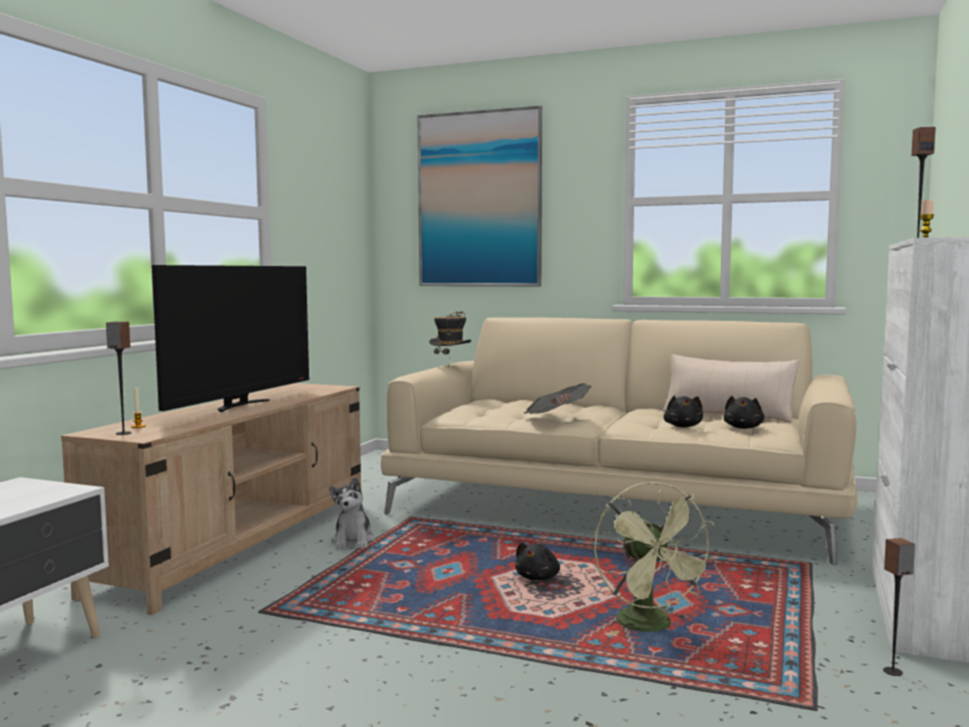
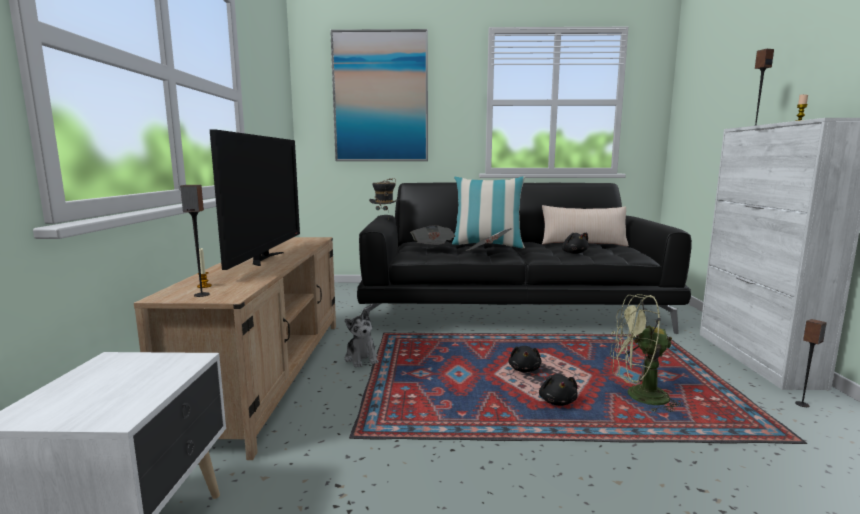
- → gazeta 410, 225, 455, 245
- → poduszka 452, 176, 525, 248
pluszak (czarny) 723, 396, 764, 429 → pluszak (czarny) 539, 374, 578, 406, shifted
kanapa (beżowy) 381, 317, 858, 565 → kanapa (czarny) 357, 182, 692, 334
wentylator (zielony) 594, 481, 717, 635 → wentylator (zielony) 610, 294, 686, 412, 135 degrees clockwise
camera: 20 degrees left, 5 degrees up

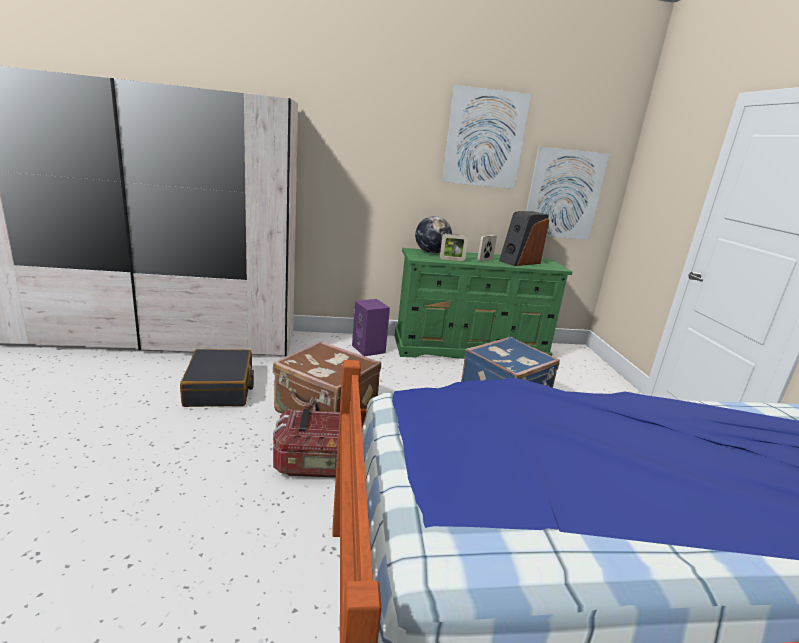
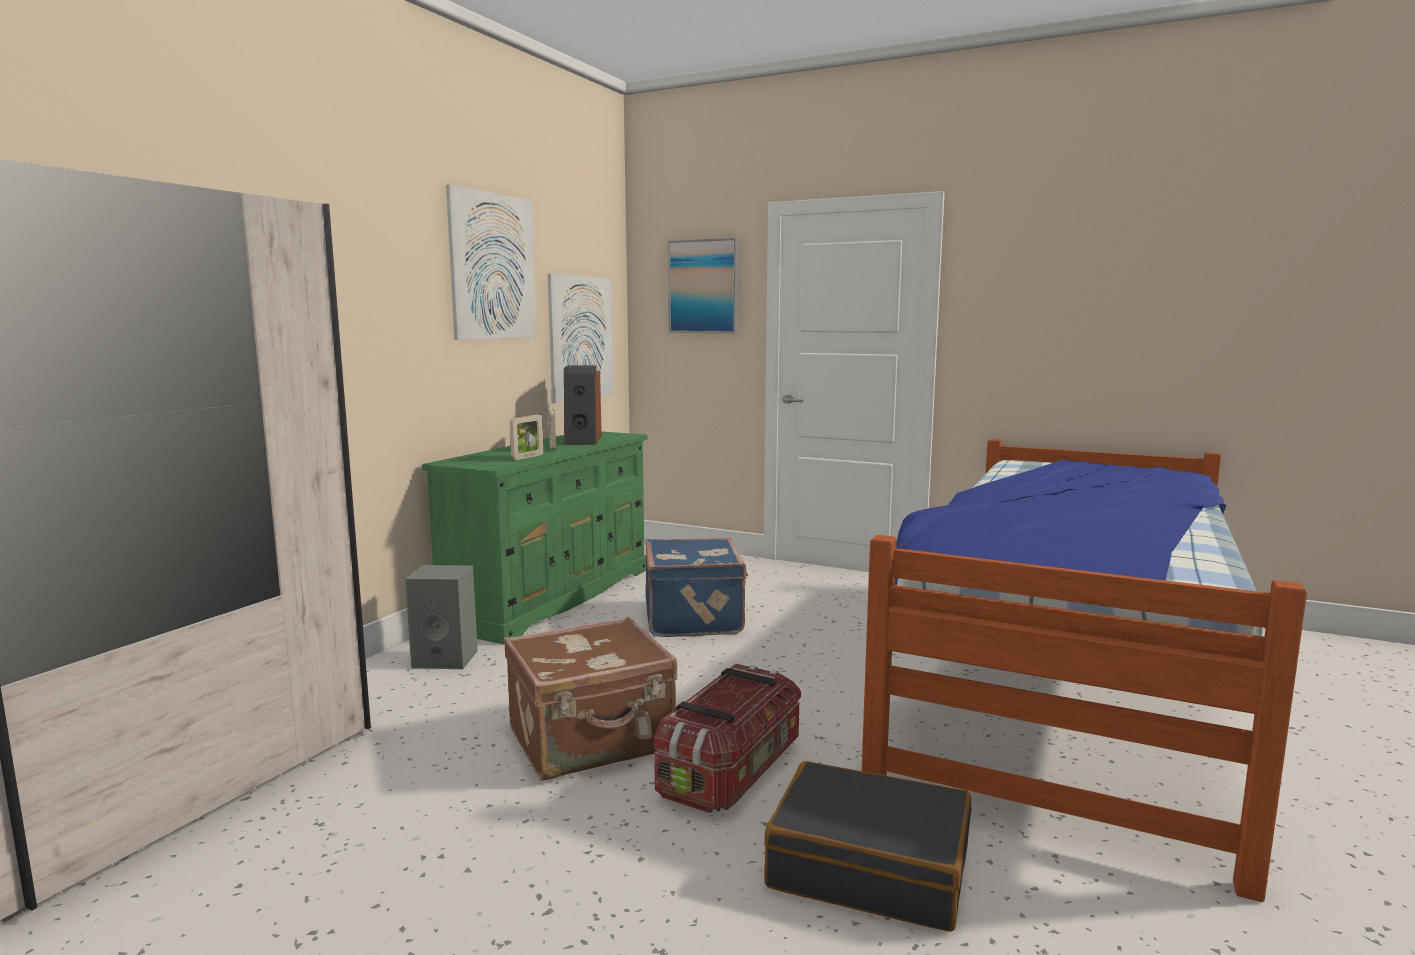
globus 415, 216, 452, 254 → -
- → obraz 668, 238, 738, 333
walizka (czarny) 180, 349, 254, 407 → walizka (czarny) 764, 761, 971, 932, shifted
głośnik (fioletowy) 352, 299, 390, 356 → głośnik (szary) 405, 565, 478, 669
camera: 55 degrees left, 10 degrees down

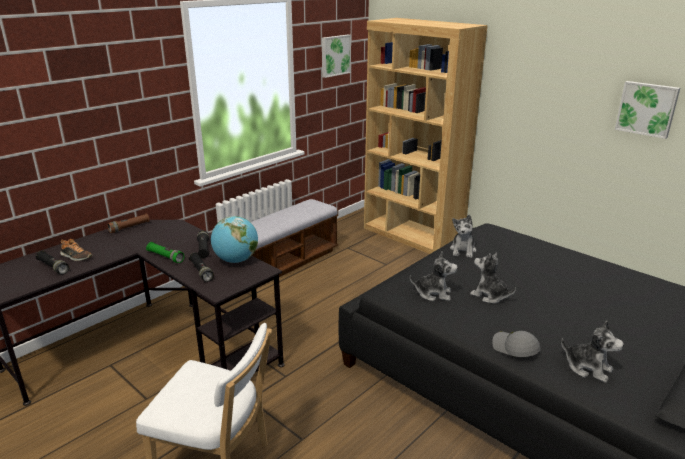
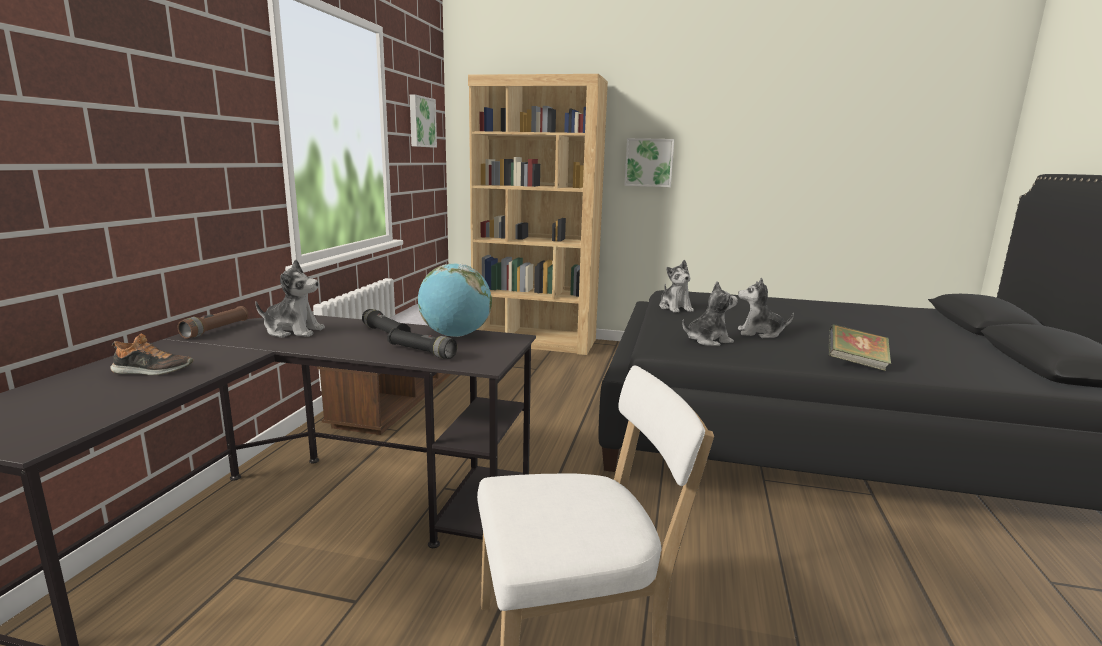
latarka (czarny) 35, 251, 69, 274 → -
latarka (zielony) 146, 242, 184, 263 → -
pluszak 561, 321, 624, 383 → pluszak 255, 260, 325, 338, shifted
obraz 615, 81, 680, 139 → obraz 624, 138, 674, 187, shifted
czapka z daszkiem (szary) 492, 331, 541, 357 → książka 829, 324, 891, 371
camera: 30 degrees left, 10 degrees down

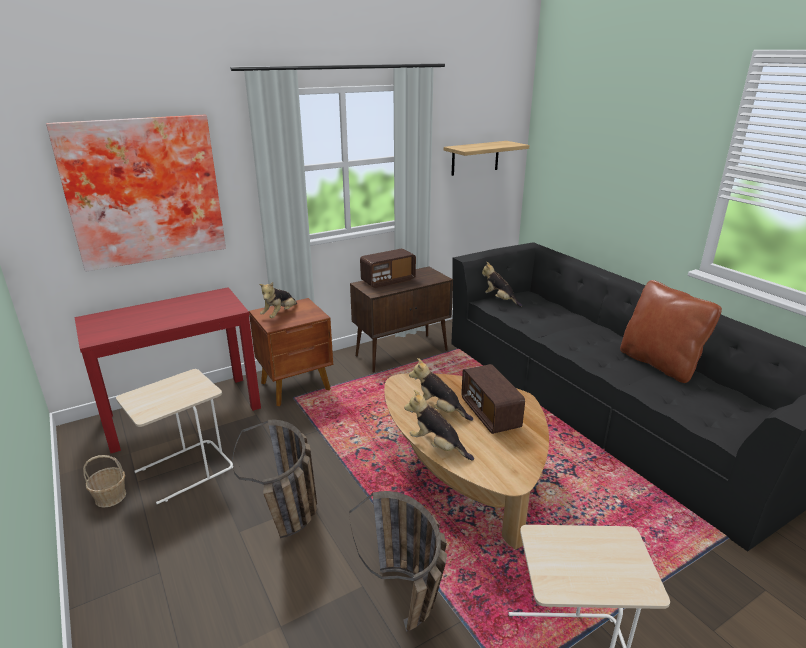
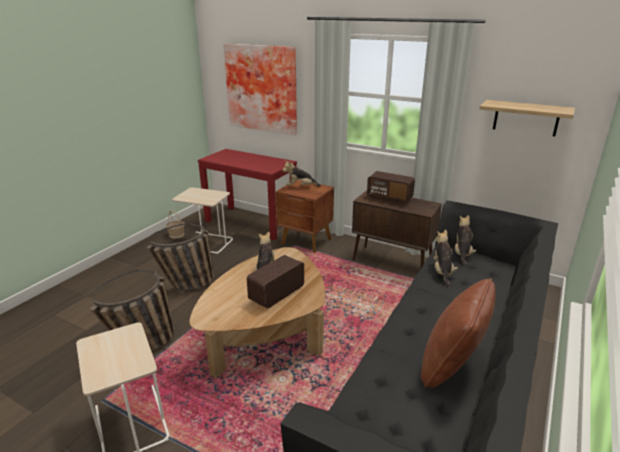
pluszak 404, 389, 474, 461 → pluszak 434, 229, 458, 288, shifted
camera: 60 degrees right, 0 degrees up

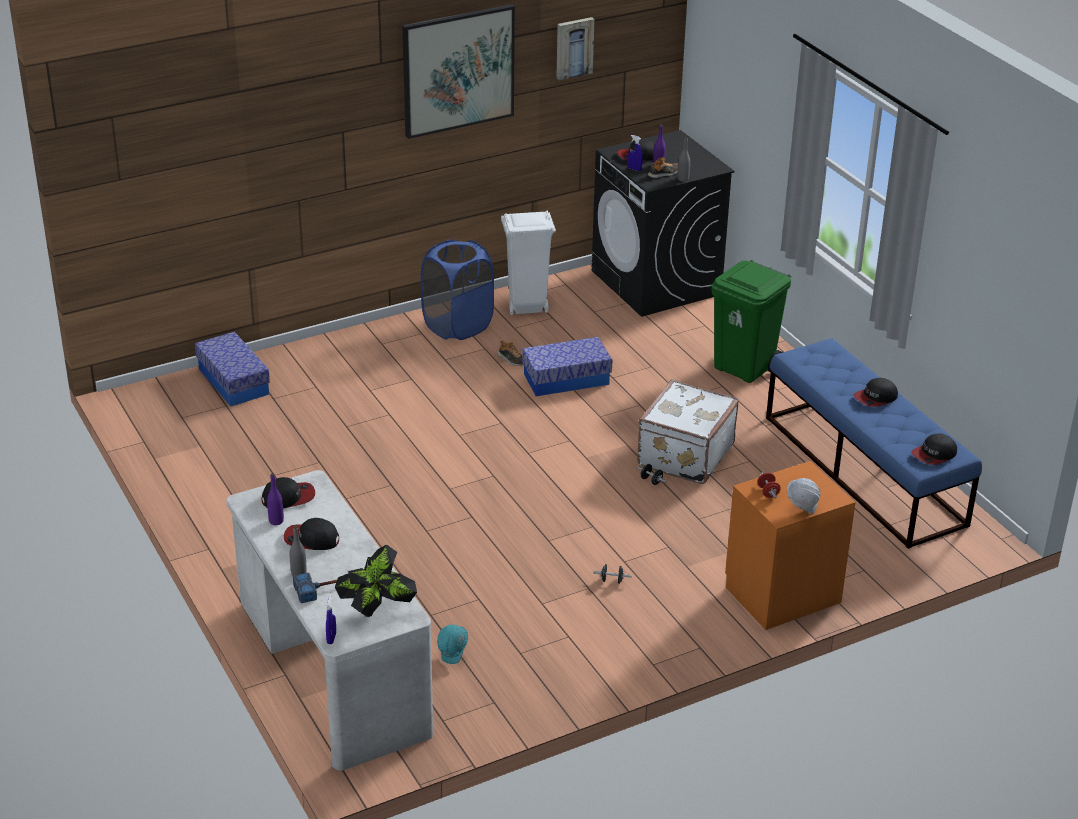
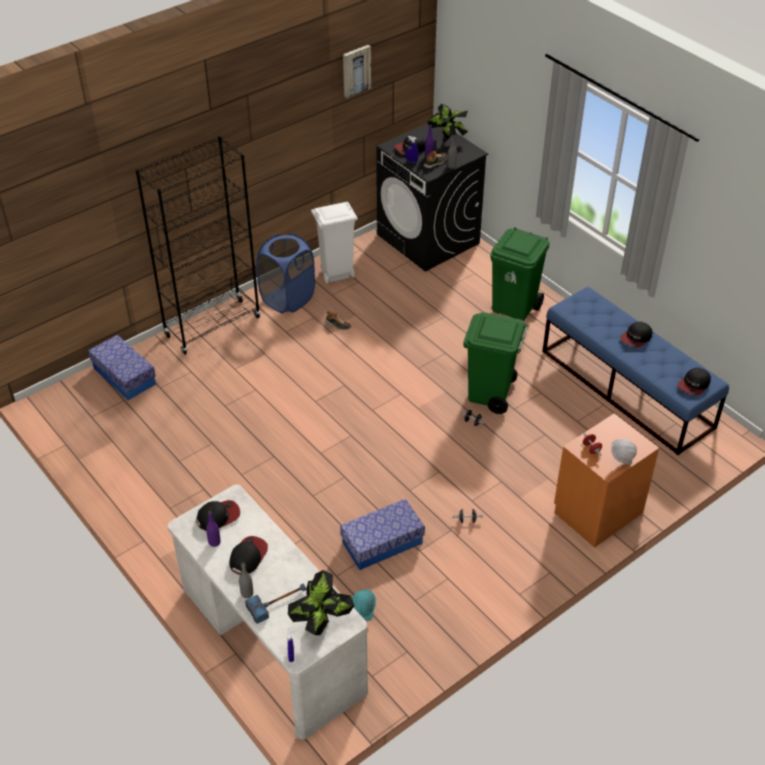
obraz 402, 4, 515, 139 → -
- → regał (czarny) 135, 136, 260, 355
- → roślina doniczkowa 427, 104, 468, 140
pojemnik do przechowywania 522, 337, 612, 396 → pojemnik do przechowywania 340, 499, 425, 570, shifted
walizka (biały) 637, 379, 739, 484 → kosz na śmieci (zielony) 463, 312, 529, 414
czapka z daszkiem 284, 518, 339, 550 → czapka z daszkiem 229, 536, 268, 575, 120 degrees clockwise
camera: 10 degrees left, 10 degrees up

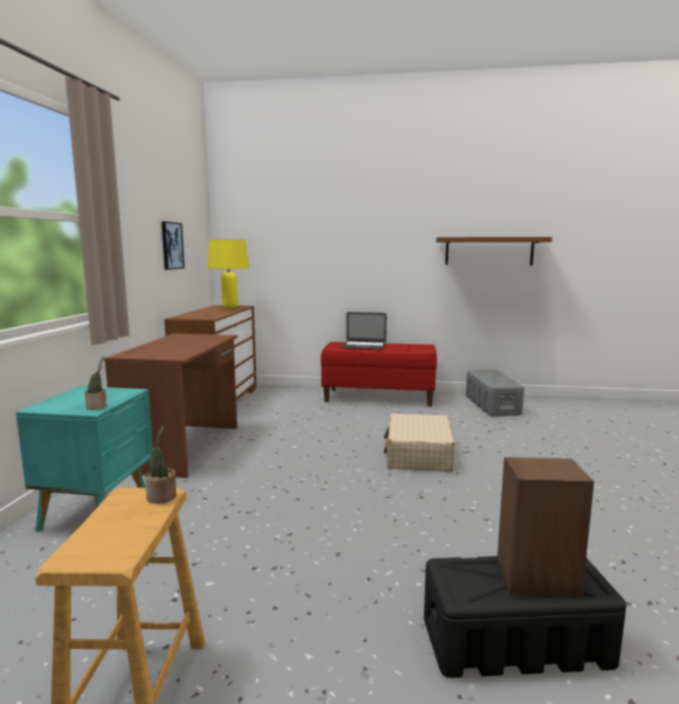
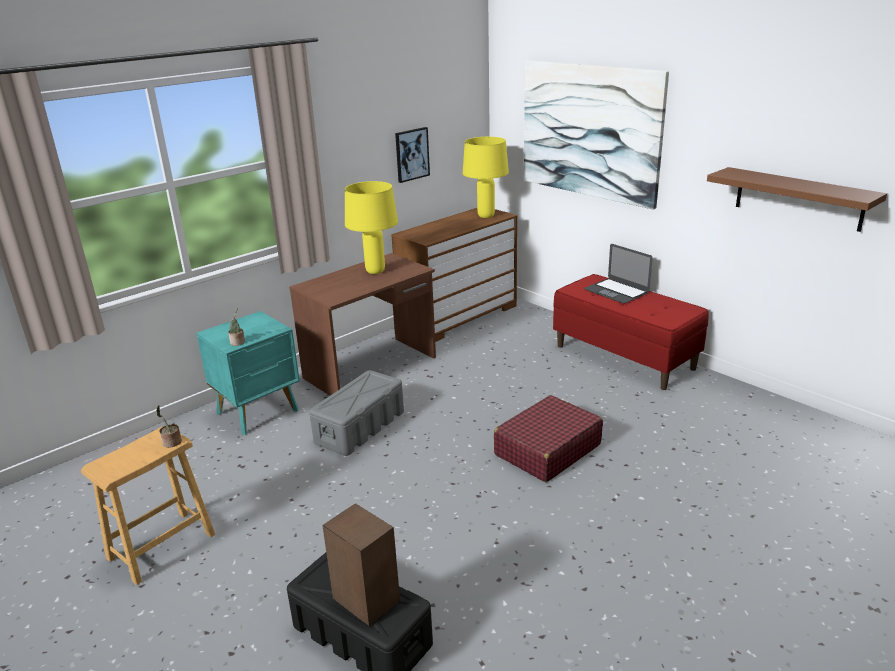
- → lampa stołowa (żółty) 345, 181, 398, 274
- → obraz 524, 60, 669, 210
pojemnik do przechowywania (szary) 466, 370, 524, 416 → pojemnik do przechowywania (szary) 309, 370, 404, 456, shifted
walizka (beżowy) 384, 414, 455, 472 → walizka (czerwony) 494, 395, 603, 482
camera: 40 degrees right, 15 degrees up

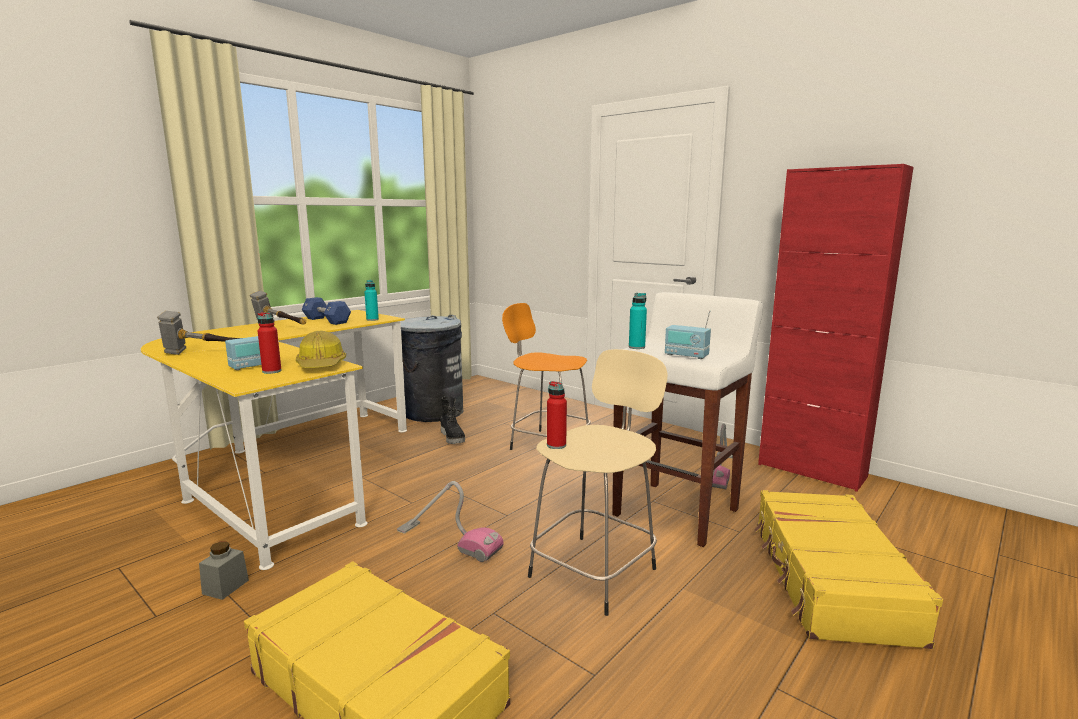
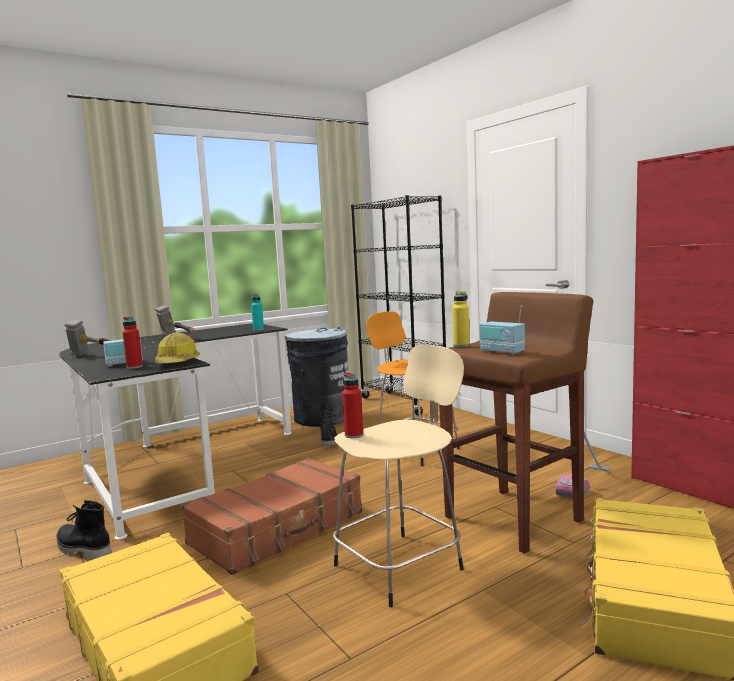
hantel (niebieski) 301, 297, 351, 325 → -
- → regał (czarny) 351, 195, 446, 416
słoik (szary) 199, 541, 249, 600 → but z cholewką (czarny) 57, 500, 111, 560
odkurzacz 397, 481, 504, 562 → walizka (brązowy) 181, 458, 362, 575
biurko (żółty) 141, 310, 407, 570 → biurko (czarny) 59, 323, 292, 540
stołek (biały) 613, 292, 763, 547 → stołek (brązowy) 439, 292, 593, 554
butelka (turkusowy) 629, 293, 647, 349 → butelka (żółty) 452, 291, 470, 347
camera: 15 degrees right, 5 degrees down

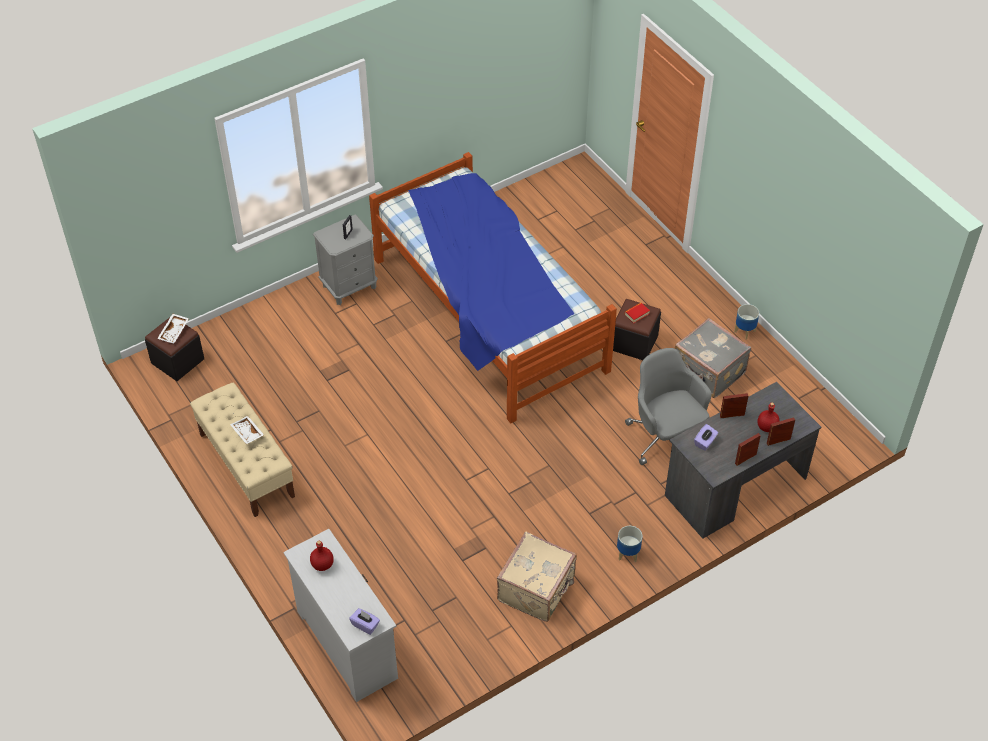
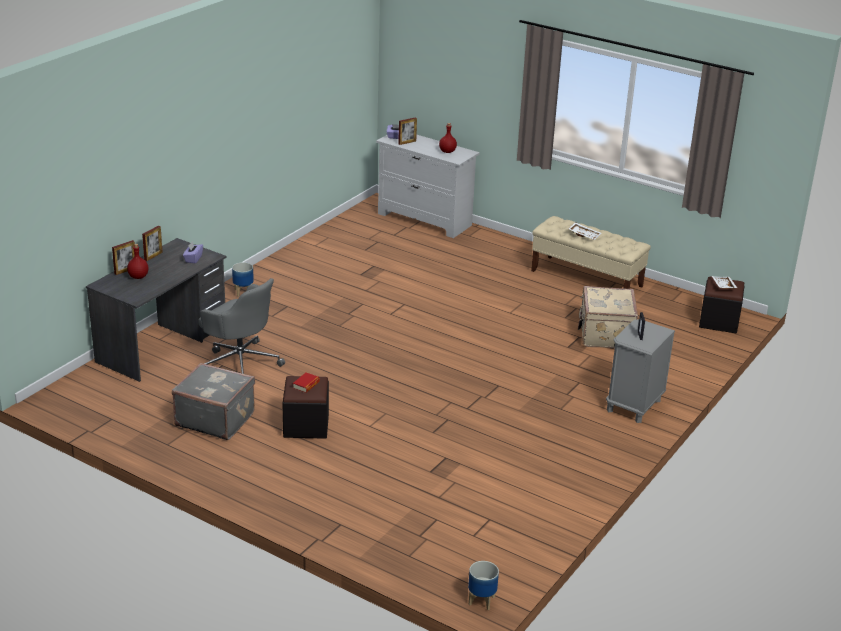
łóżko 369, 152, 617, 423 → -
walizka (beżowy) 497, 532, 577, 622 → walizka (beżowy) 578, 286, 638, 348, shifted
ramka na zdjęcie 720, 393, 748, 418 → ramka na zdjęcie 398, 117, 417, 145, shifted
donica 734, 304, 759, 340 → donica 468, 561, 499, 610, shifted
camera: 155 degrees right, 20 degrees down

